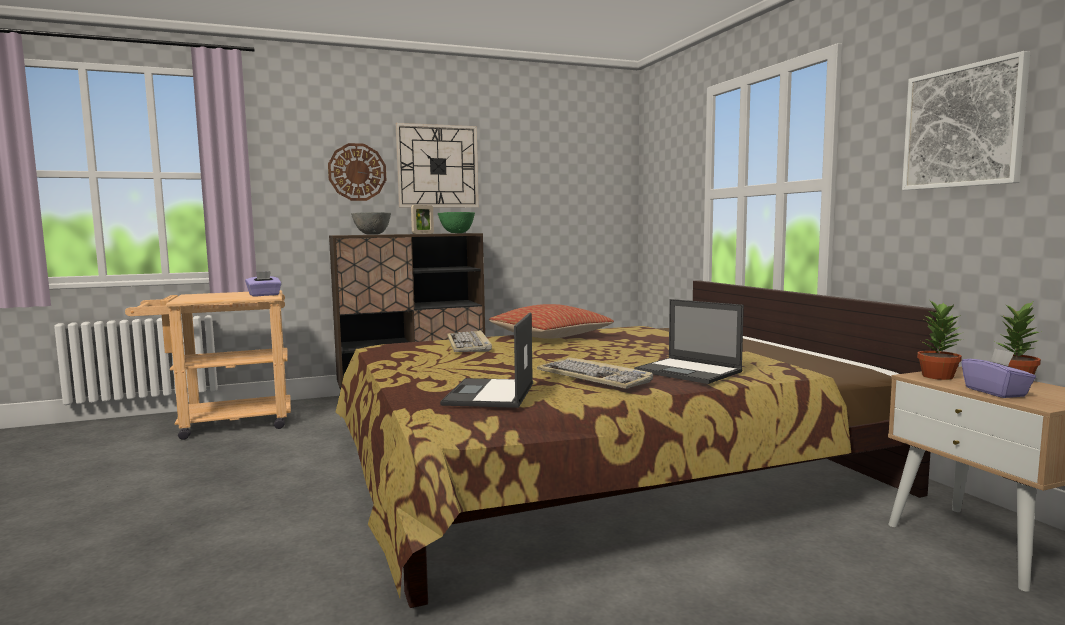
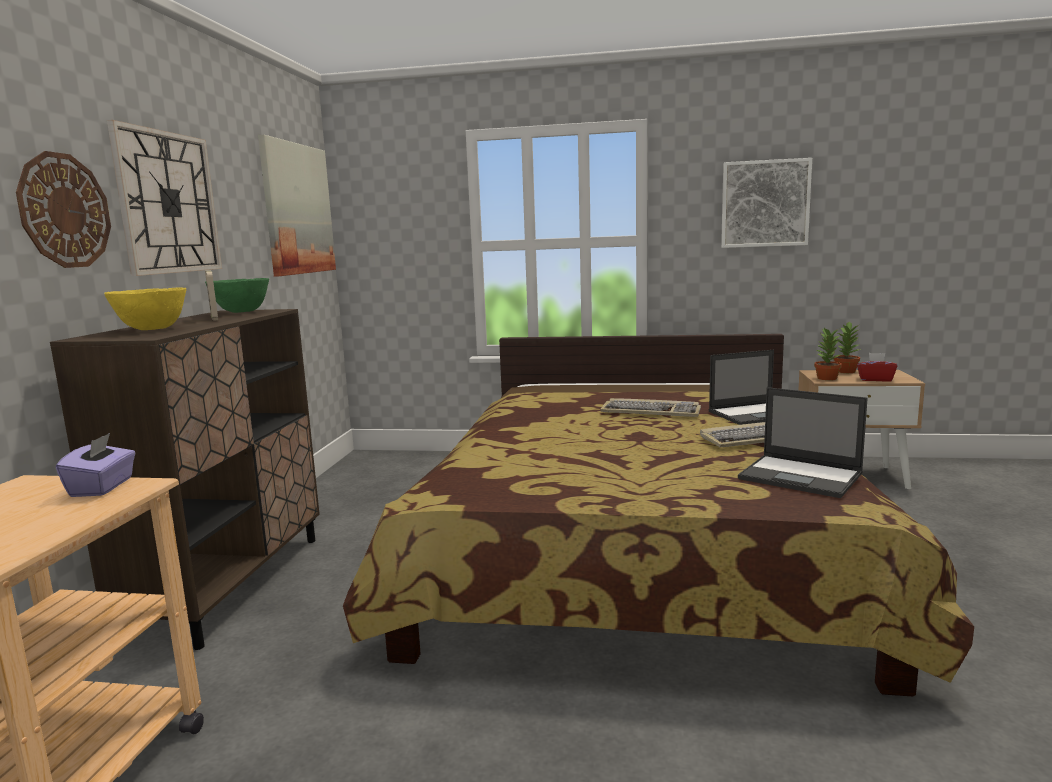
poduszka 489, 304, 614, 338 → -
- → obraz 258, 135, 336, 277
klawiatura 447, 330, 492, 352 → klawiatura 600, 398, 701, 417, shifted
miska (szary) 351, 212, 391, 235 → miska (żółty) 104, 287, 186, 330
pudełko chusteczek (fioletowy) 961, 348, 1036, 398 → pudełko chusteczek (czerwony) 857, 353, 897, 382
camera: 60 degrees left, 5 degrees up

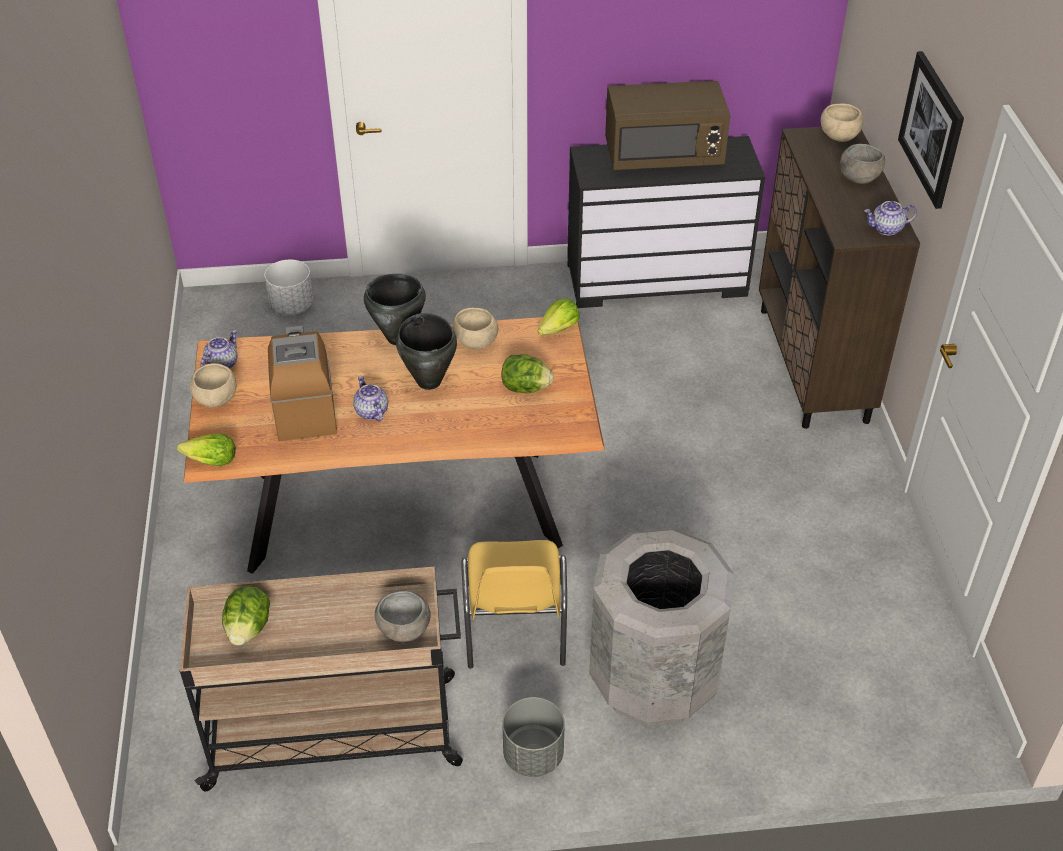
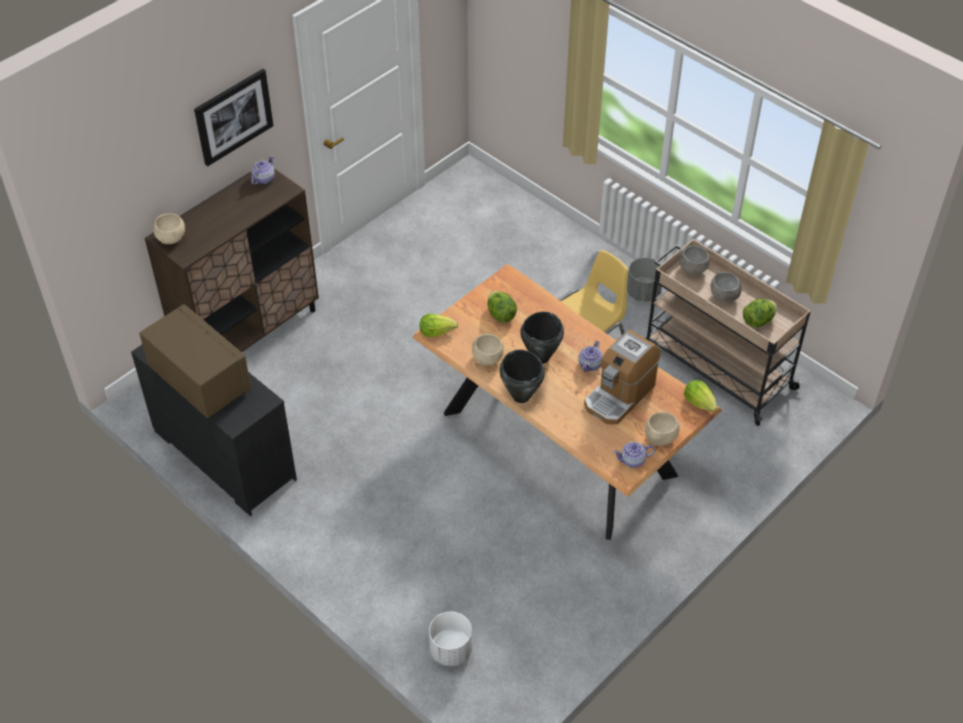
kosz na śmieci (szary) 589, 528, 735, 726 → -
miska (szary) 840, 144, 885, 184 → miska (szary) 711, 272, 741, 303, shifted
imbryk 864, 201, 917, 236 → imbryk 251, 155, 275, 185, 105 degrees counterclockwise
camera: 130 degrees left, 5 degrees up

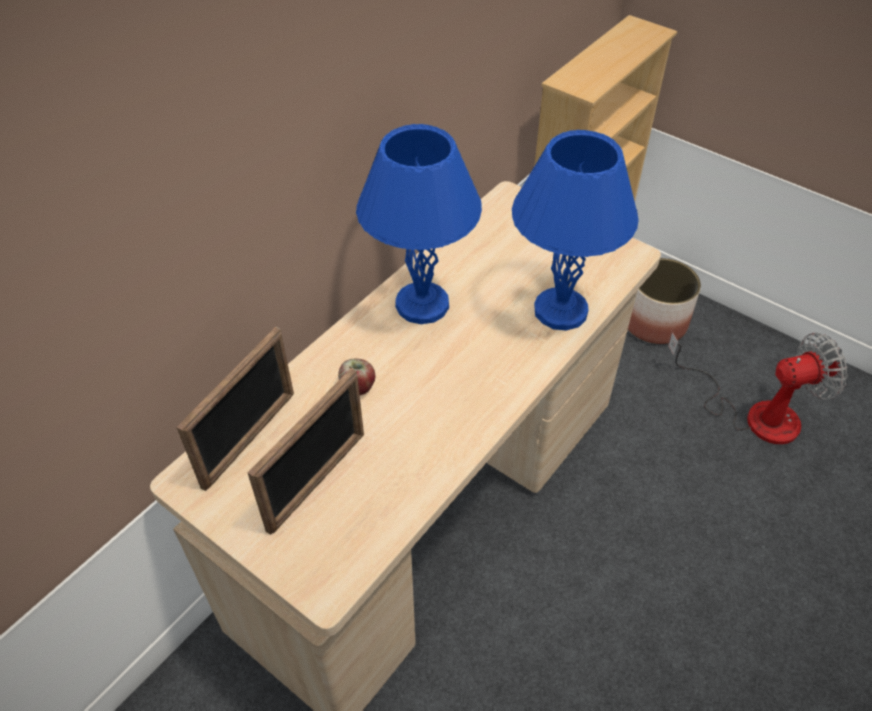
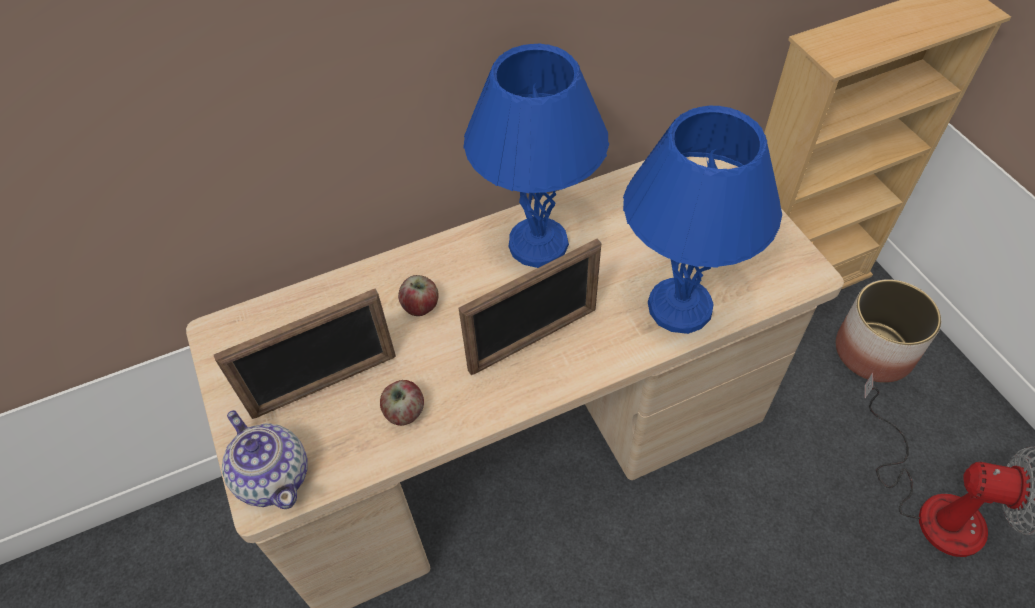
- → imbryk 222, 410, 307, 509
- → jabłko 380, 380, 424, 426
ramka na zdjęcie 176, 327, 294, 491 → ramka na zdjęcie 459, 238, 601, 375, shifted
camera: 30 degrees right, 5 degrees up

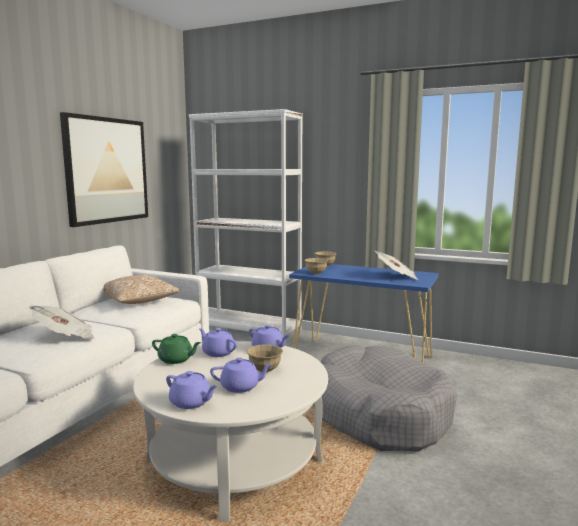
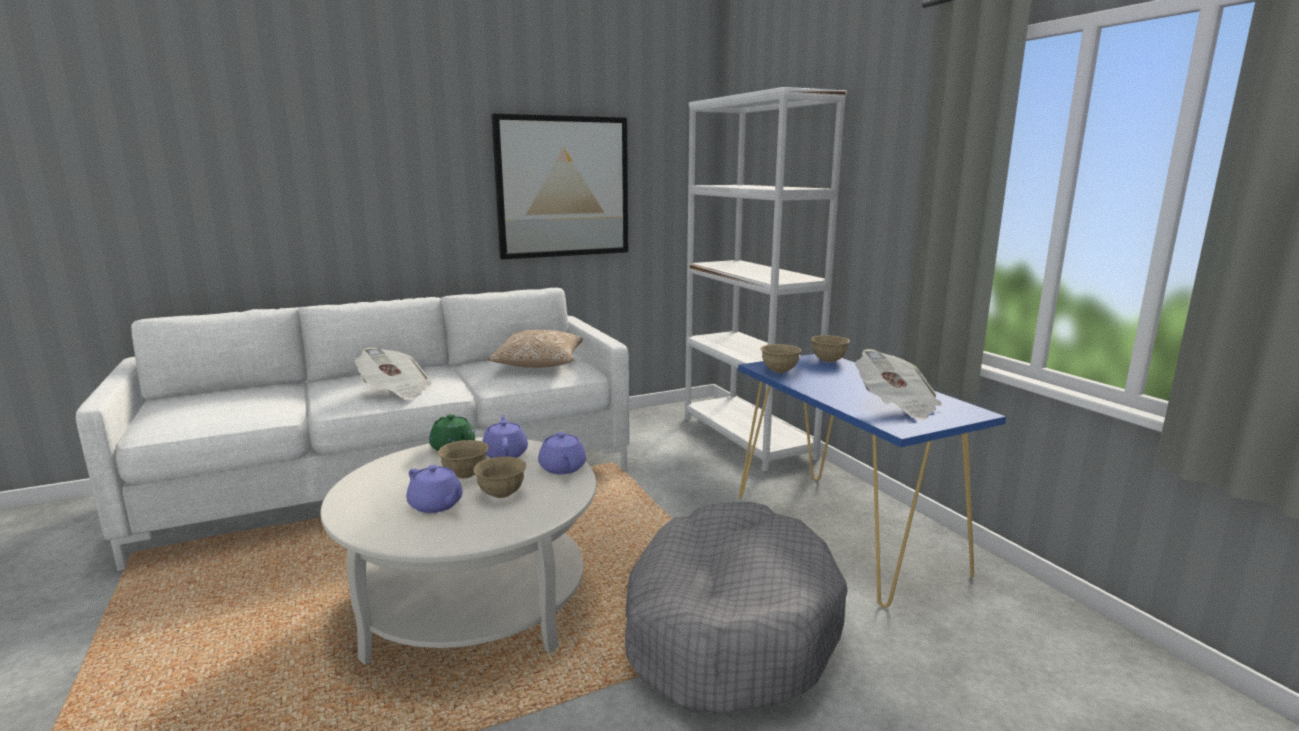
imbryk (fioletowy) 166, 371, 218, 409 → -
- → miska (beżowy) 438, 440, 489, 479
camera: 40 degrees right, 5 degrees up

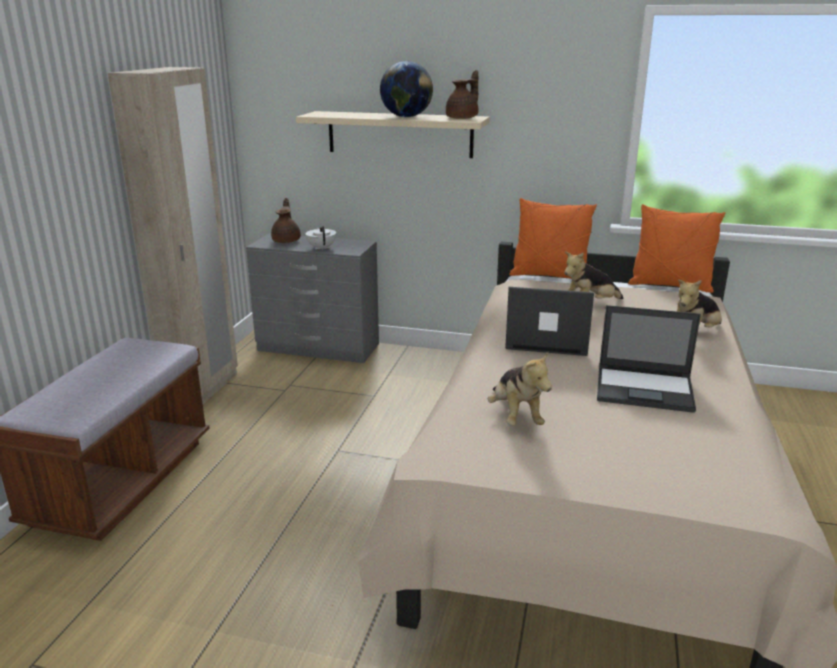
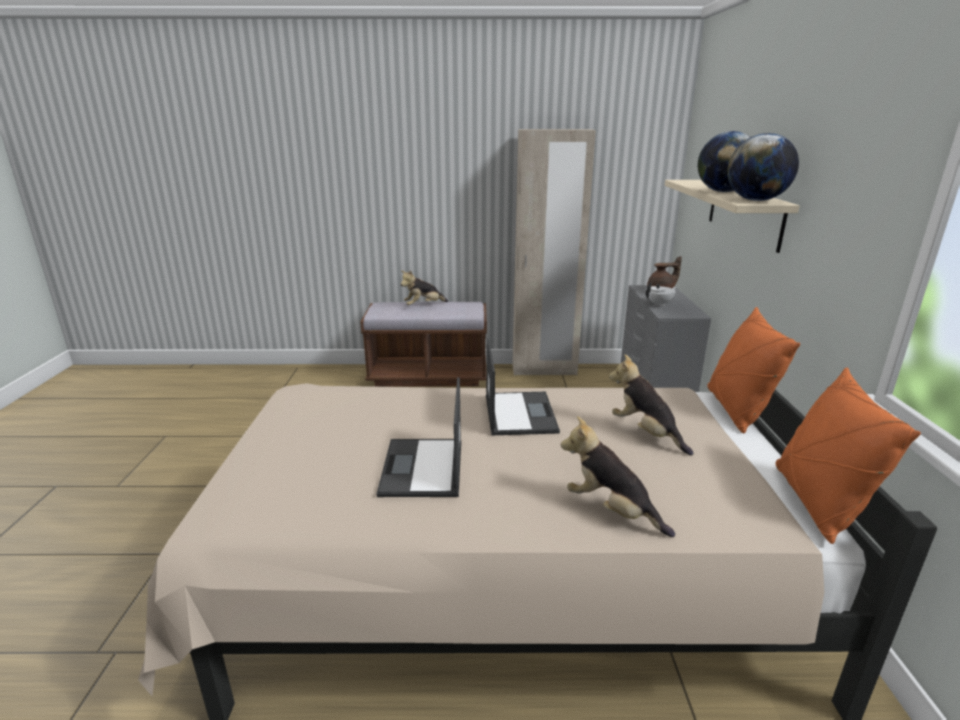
pluszak 488, 352, 552, 426 → pluszak 401, 271, 448, 305, shifted
imbryk (brązowy) 446, 70, 479, 119 → globus 727, 133, 799, 201
camera: 75 degrees right, 0 degrees up

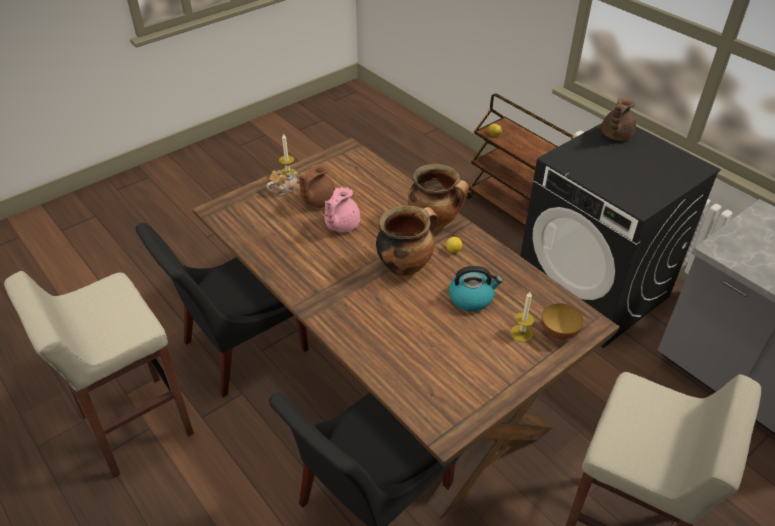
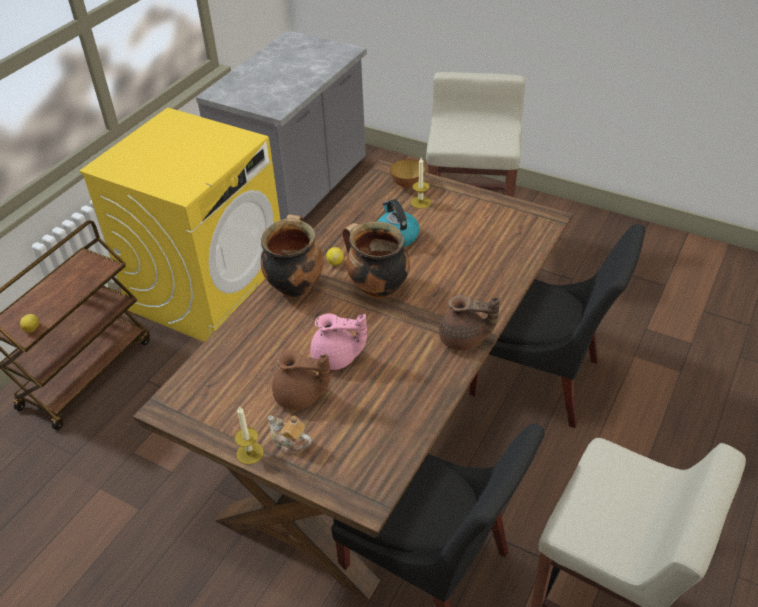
imbryk (brązowy) 601, 98, 636, 141 → imbryk (brązowy) 439, 295, 500, 351, shifted
pralka (czarny) 520, 123, 721, 348 → pralka (żółty) 79, 107, 280, 342
camera: 110 degrees left, 0 degrees up

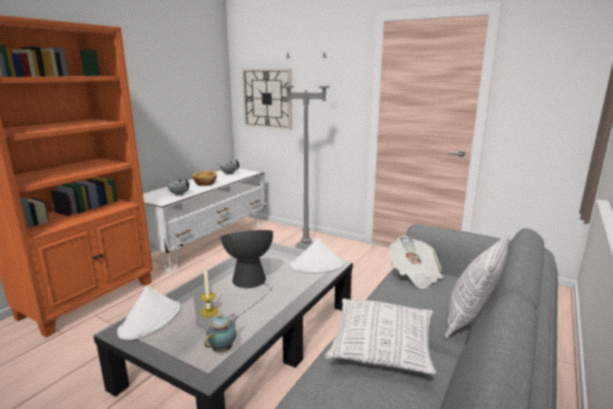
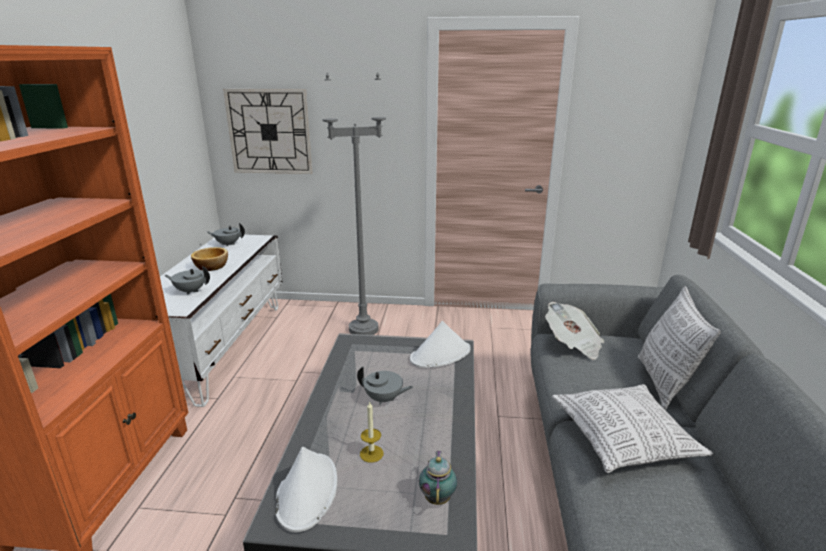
lampa stołowa 221, 230, 273, 316 → imbryk (szary) 357, 366, 413, 405
camera: 25 degrees left, 5 degrees up

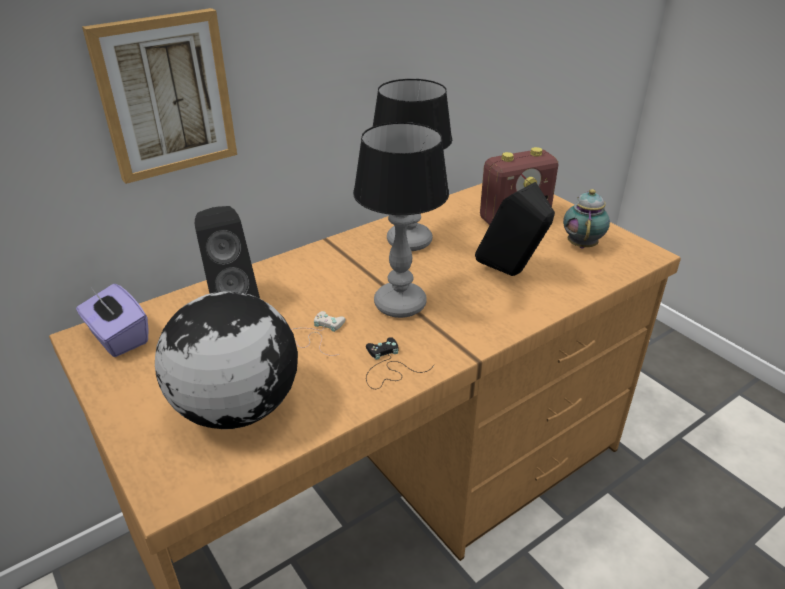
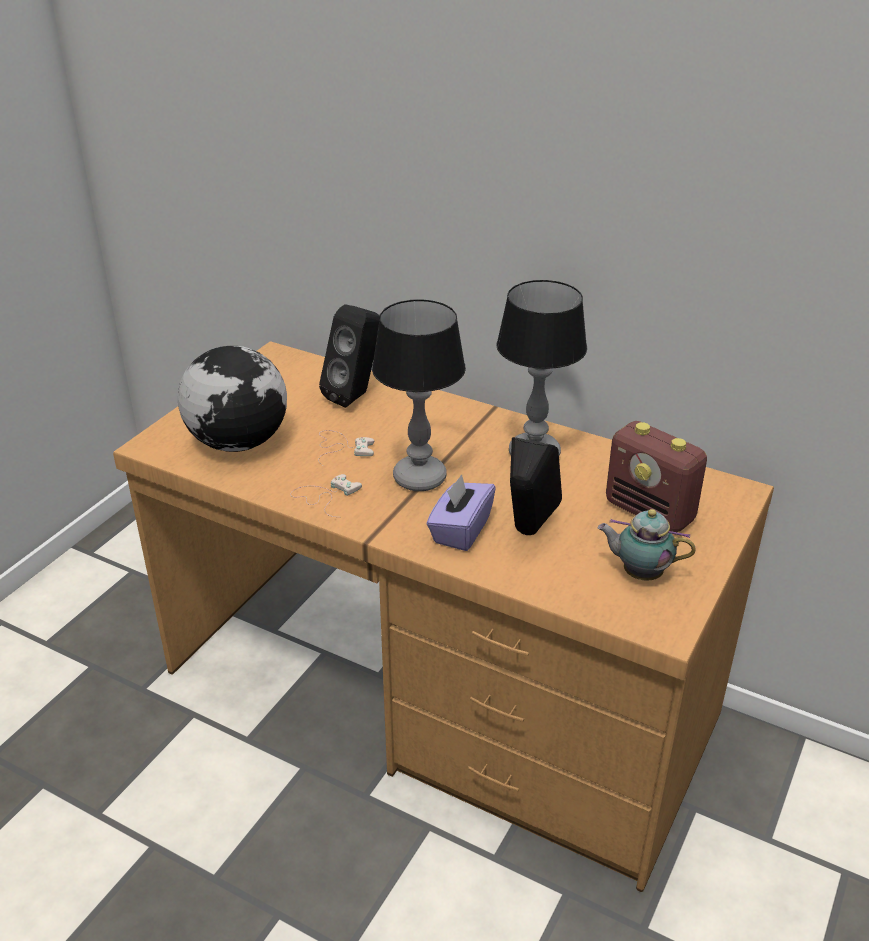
obraz 82, 8, 237, 184 → -
pudełko chusteczek (fioletowy) 76, 284, 148, 357 → pudełko chusteczek (fioletowy) 427, 474, 496, 551, shifted
pad do gier (czarny) 366, 337, 434, 389 → pad do gier (biały) 290, 474, 362, 517
imbryk 563, 189, 610, 249 → imbryk 598, 509, 696, 581, 150 degrees counterclockwise
camera: 65 degrees right, 0 degrees up

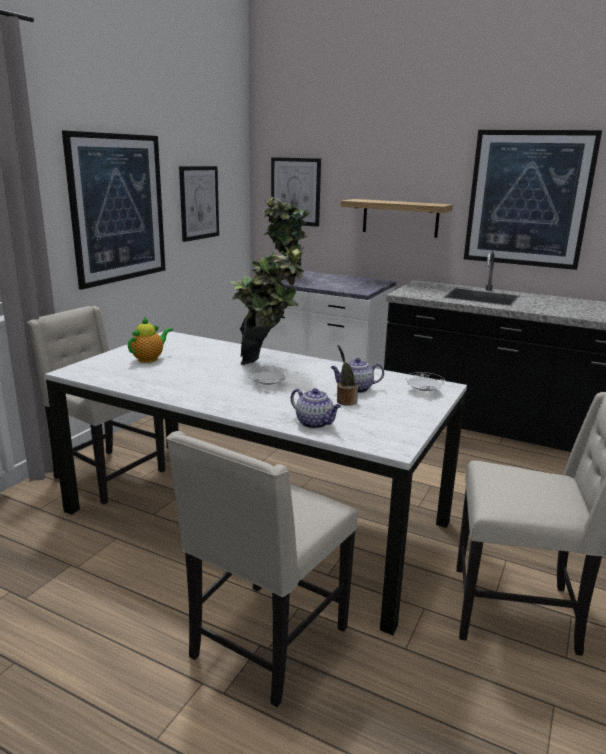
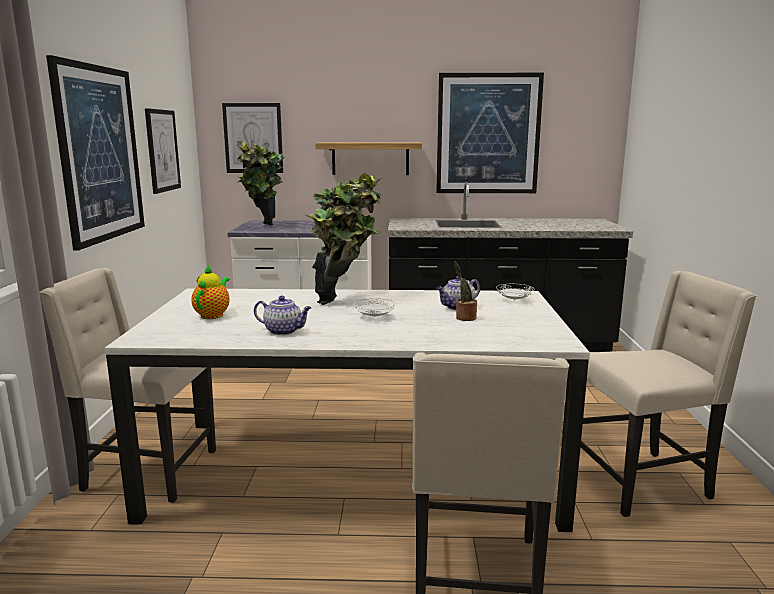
imbryk 291, 388, 341, 428 → imbryk 254, 296, 311, 335, shifted
camera: 25 degrees left, 5 degrees down

